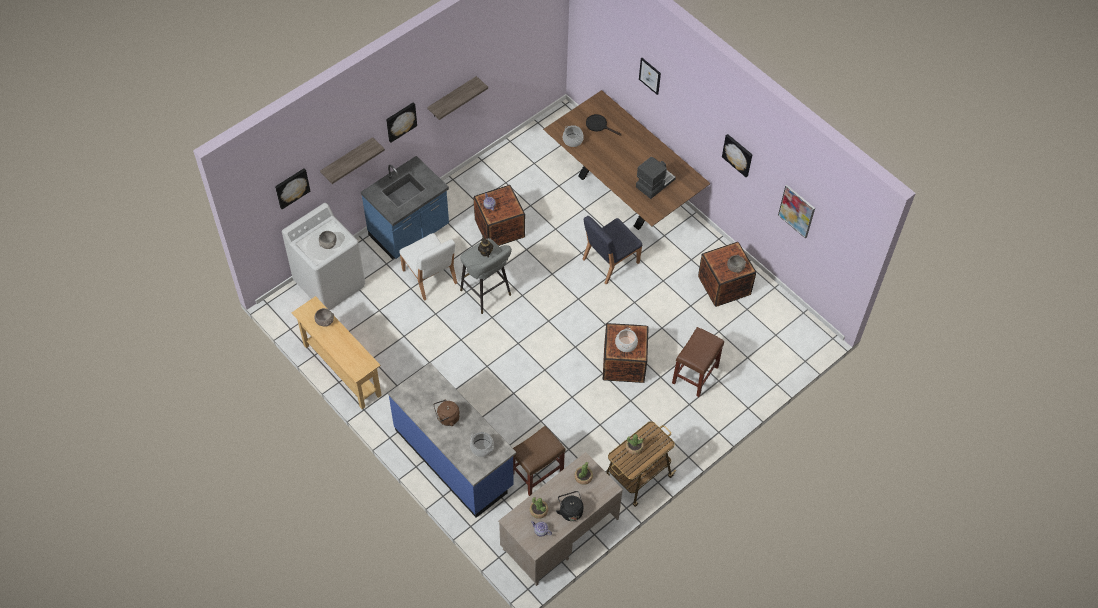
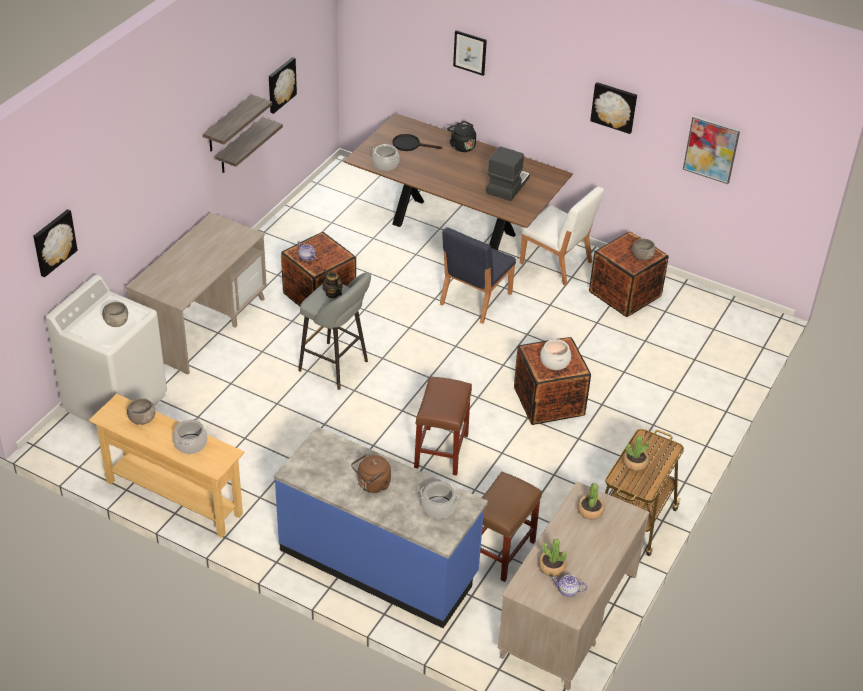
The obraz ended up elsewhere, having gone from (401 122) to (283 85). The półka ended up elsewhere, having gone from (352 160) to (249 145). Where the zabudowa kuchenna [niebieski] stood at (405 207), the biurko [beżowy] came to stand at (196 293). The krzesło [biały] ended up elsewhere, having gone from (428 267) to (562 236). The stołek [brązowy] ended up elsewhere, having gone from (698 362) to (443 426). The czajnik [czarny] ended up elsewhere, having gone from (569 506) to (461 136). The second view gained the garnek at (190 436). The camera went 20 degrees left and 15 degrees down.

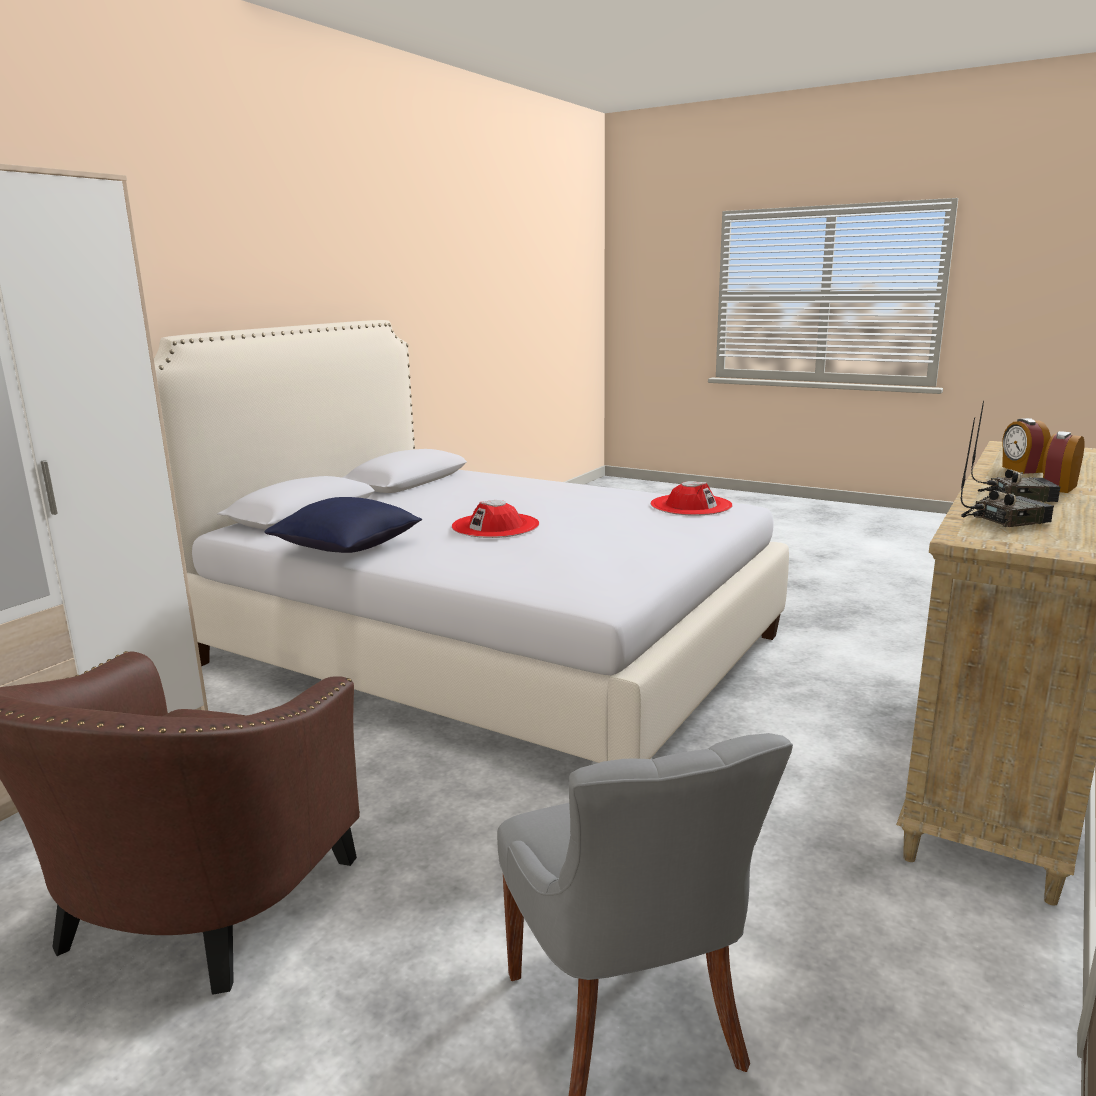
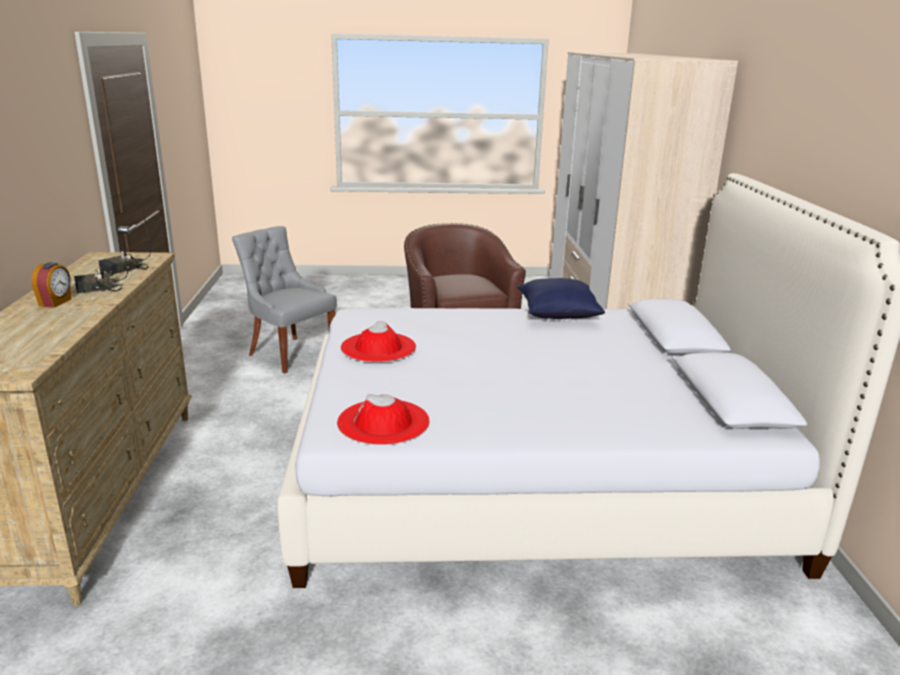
The second view lost the budzik at (1026 446). The kapelusz [czerwony] ended up elsewhere, having gone from (495 519) to (378 341). The camera went 145 degrees right and 5 degrees up.

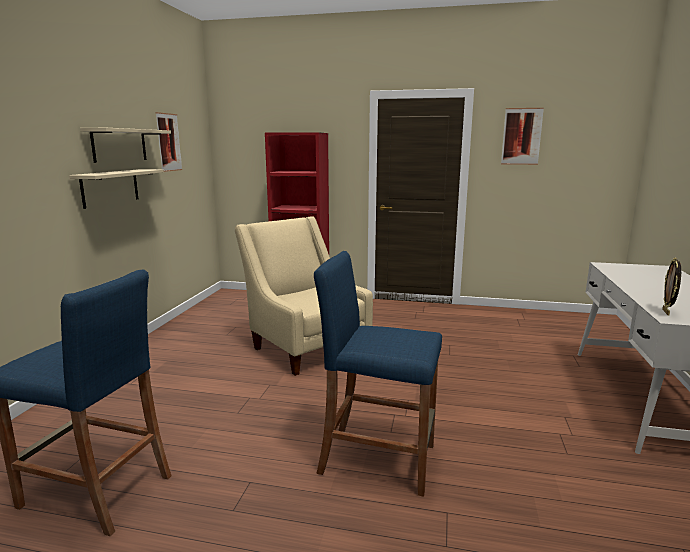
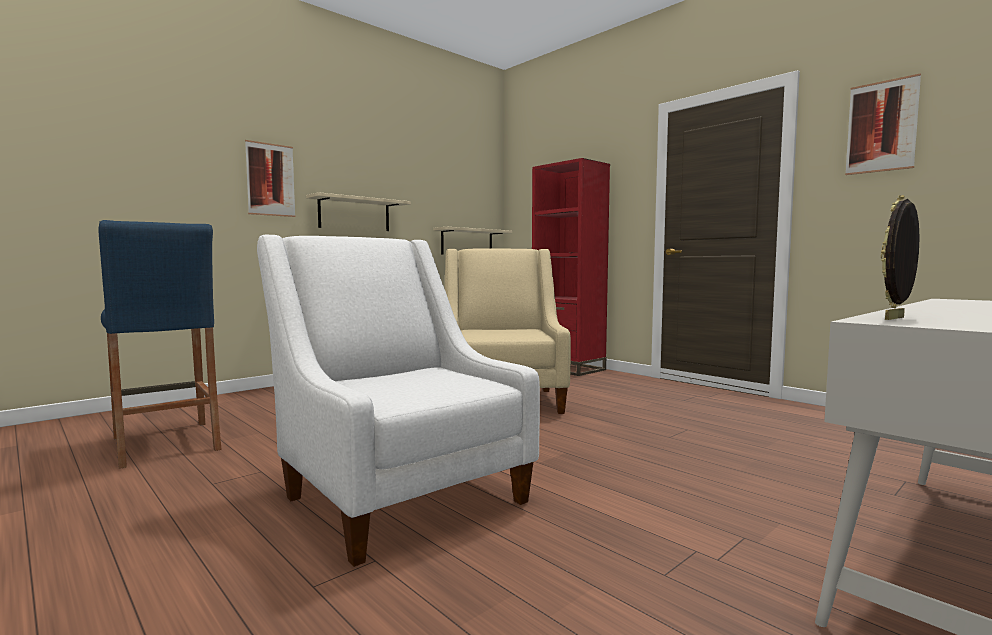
The obraz ended up elsewhere, having gone from (168 142) to (270 178). The półka [beżowy] ended up elsewhere, having gone from (125 145) to (472 241). Where the stołek [niebieski] stood at (378 374), the fotel [biały] came to stand at (398 401). The camera went 35 degrees right and 10 degrees down.

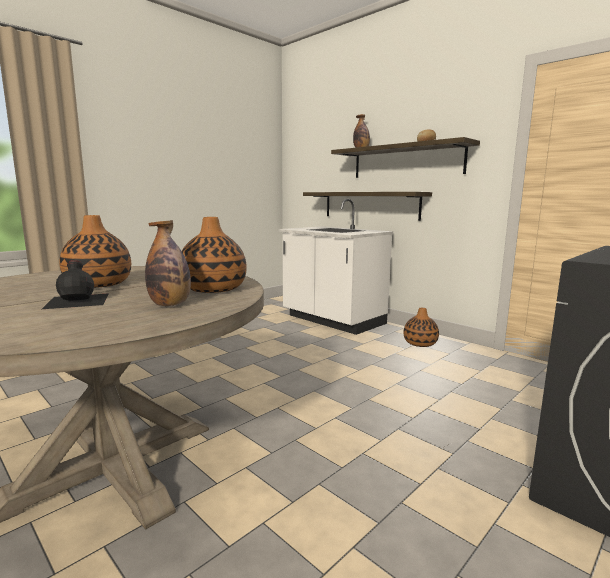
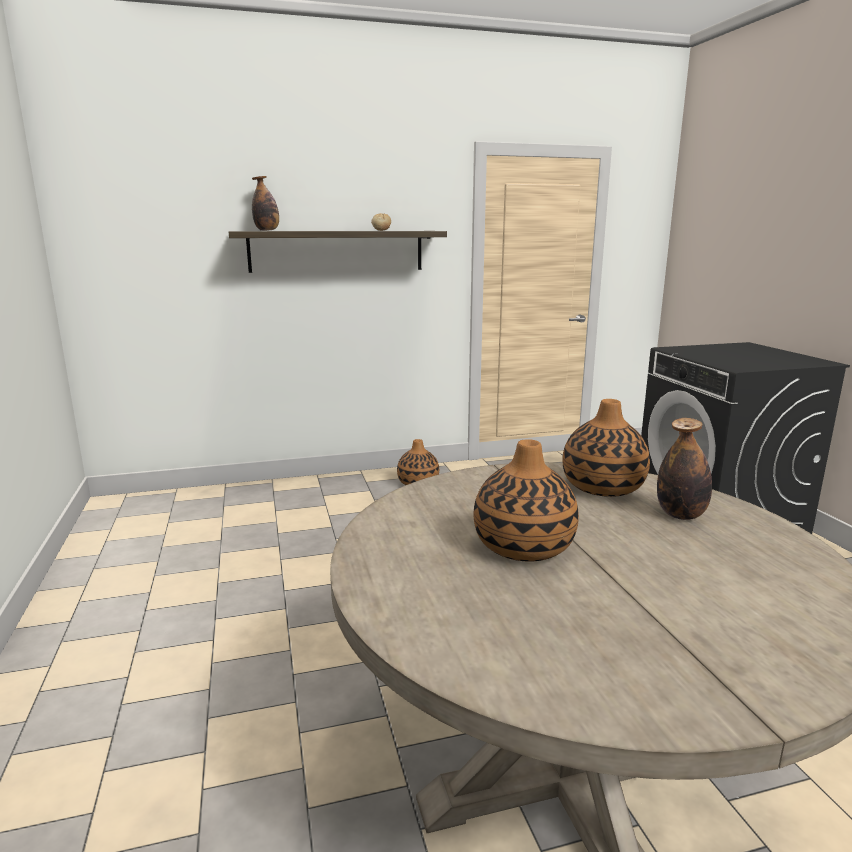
The second view lost the półka at (367 206). The second view lost the zabudowa kuchenna [biały] at (336 267). The second view lost the butelka [czarny] at (75 284). The camera went 60 degrees left and 5 degrees up.

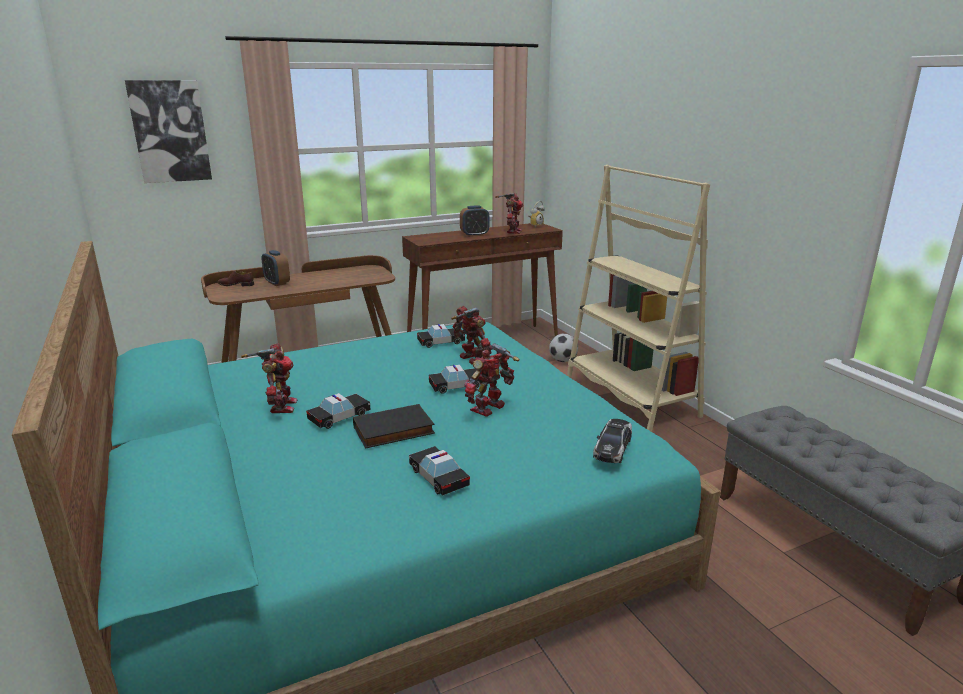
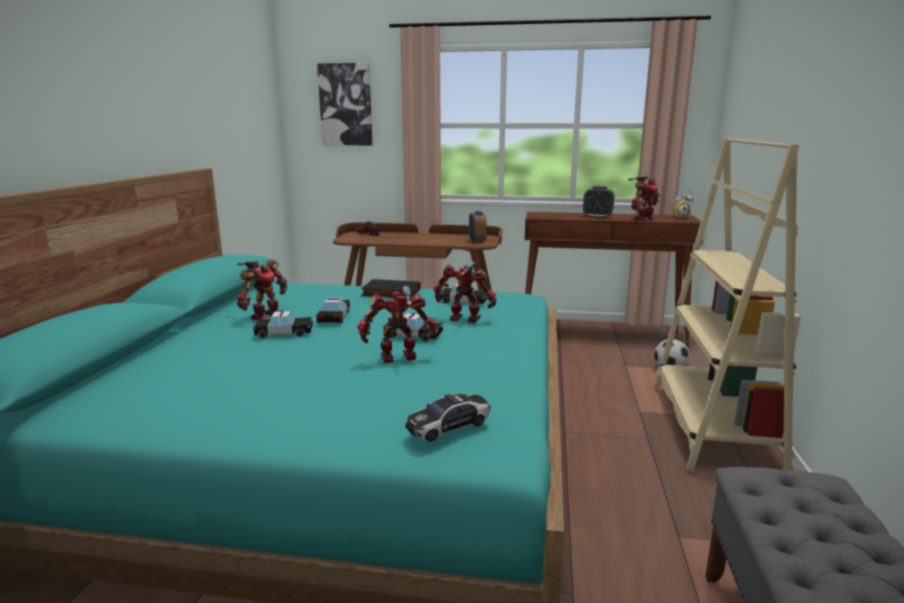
The budzik ended up elsewhere, having gone from (276 268) to (478 227). The robot zabawkowy at (471 335) ended up facing another way, 75 degrees counterclockwise from before. The książka [czarny] ended up elsewhere, having gone from (394 426) to (391 288). The samochodzik ended up elsewhere, having gone from (439 470) to (333 310). The camera went 35 degrees right and 5 degrees down.

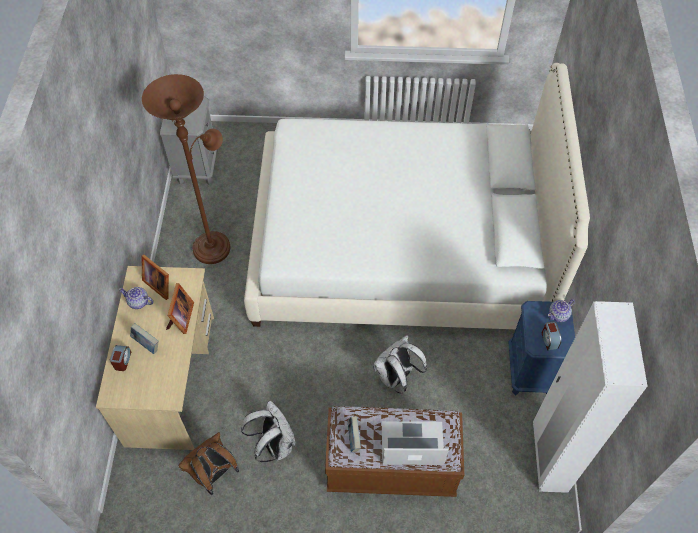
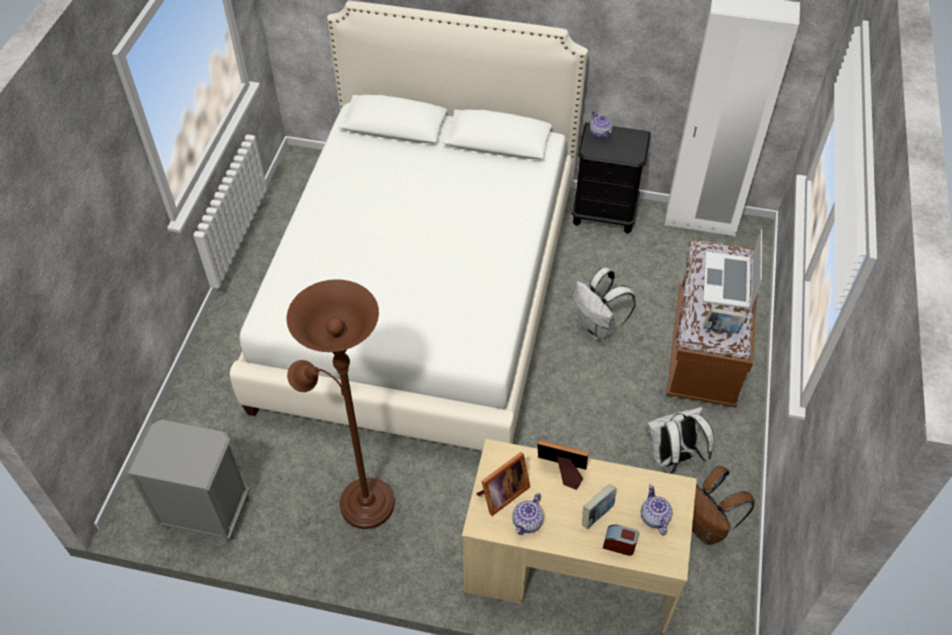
What was the szafka nocna [niebieski] at (542 348) turned into the szafka nocna [czarny] at (611 178). The second view lost the budzik at (551 335). The second view gained the imbryk at (657 510). The camera went 80 degrees left and 5 degrees down.

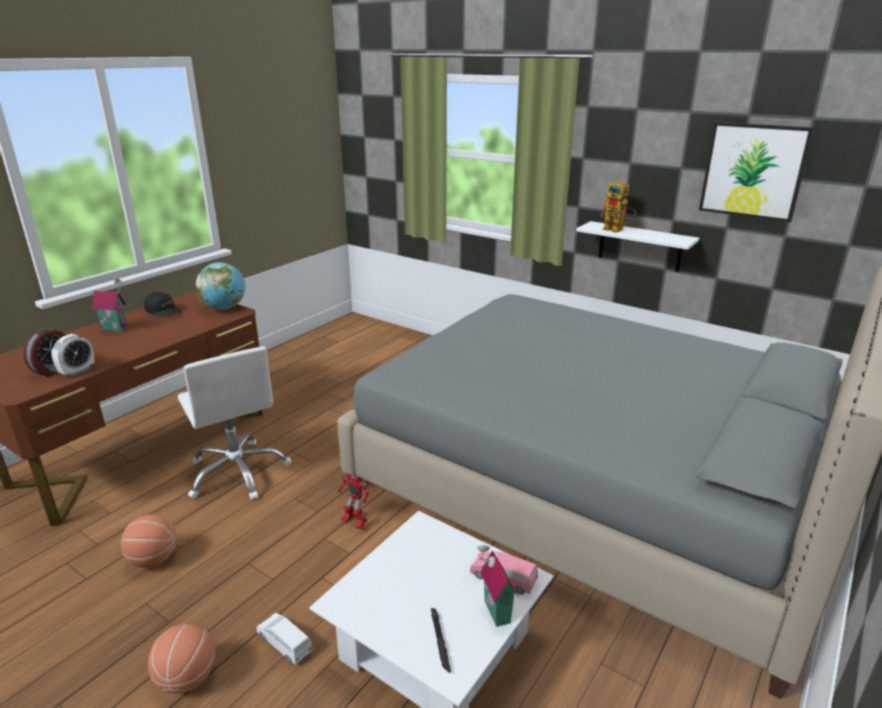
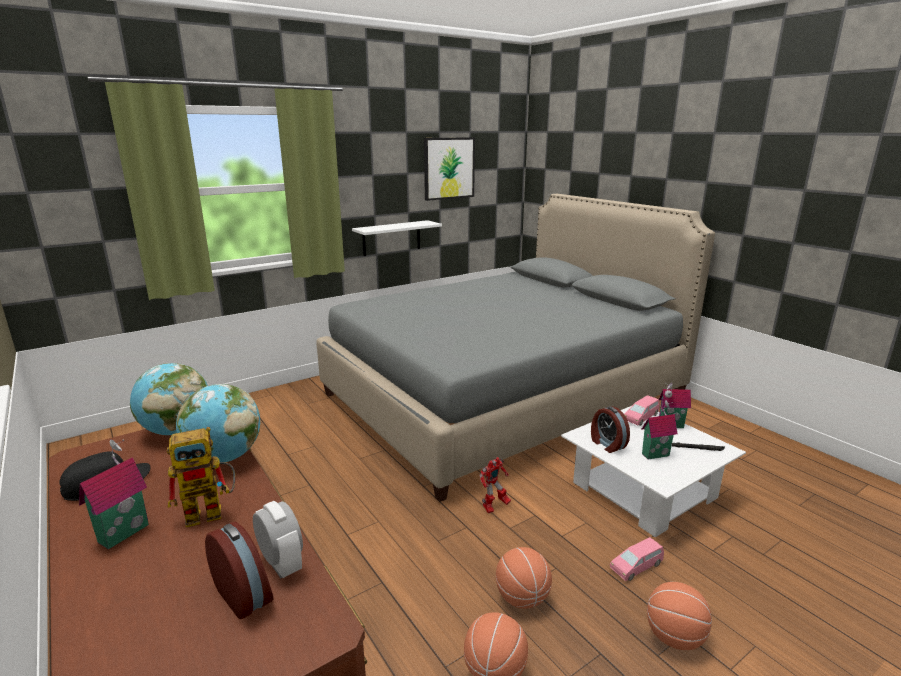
The robot zabawkowy ended up elsewhere, having gone from (618 207) to (201 477). The second view lost the krzesło biurowe [biały] at (234 423). What was the samochodzik [biały] at (284 639) turned into the samochodzik [różowy] at (637 559). The second view gained the globus at (218 423). The second view gained the domek at (659 429). The second view gained the budzik at (610 429). The second view gained the piłka do koszykówki at (524 578). The camera went 70 degrees left and 5 degrees down.

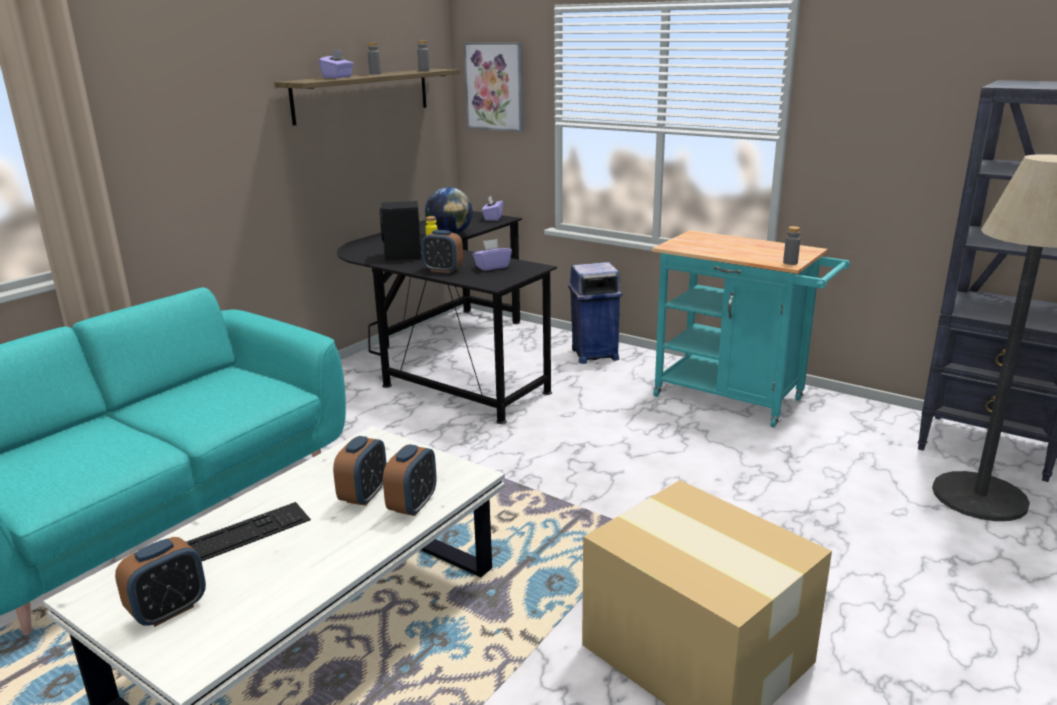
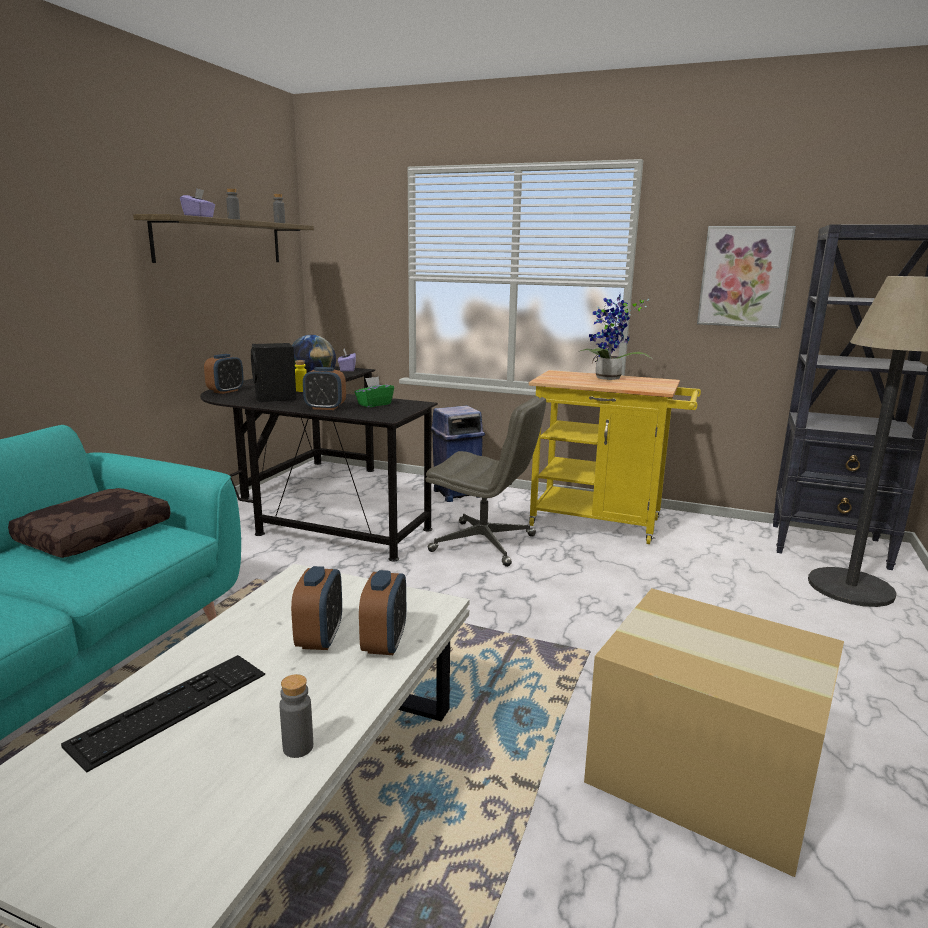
The obraz ended up elsewhere, having gone from (494 87) to (746 277). The butelka [szary] ended up elsewhere, having gone from (791 245) to (296 716). What was the wózek [turkusowy] at (751 329) turned into the wózek [żółty] at (614 457). What was the pudełko chusteczek [fioletowy] at (492 255) turned into the pudełko chusteczek [zielony] at (374 391). The budzik ended up elsewhere, having gone from (160 582) to (224 374). The second view gained the roślina doniczkowa at (615 337). The second view gained the krzesło biurowe [szary] at (485 481). The second view gained the poduszka [brązowy] at (89 523). The camera went 15 degrees left and 5 degrees down.

